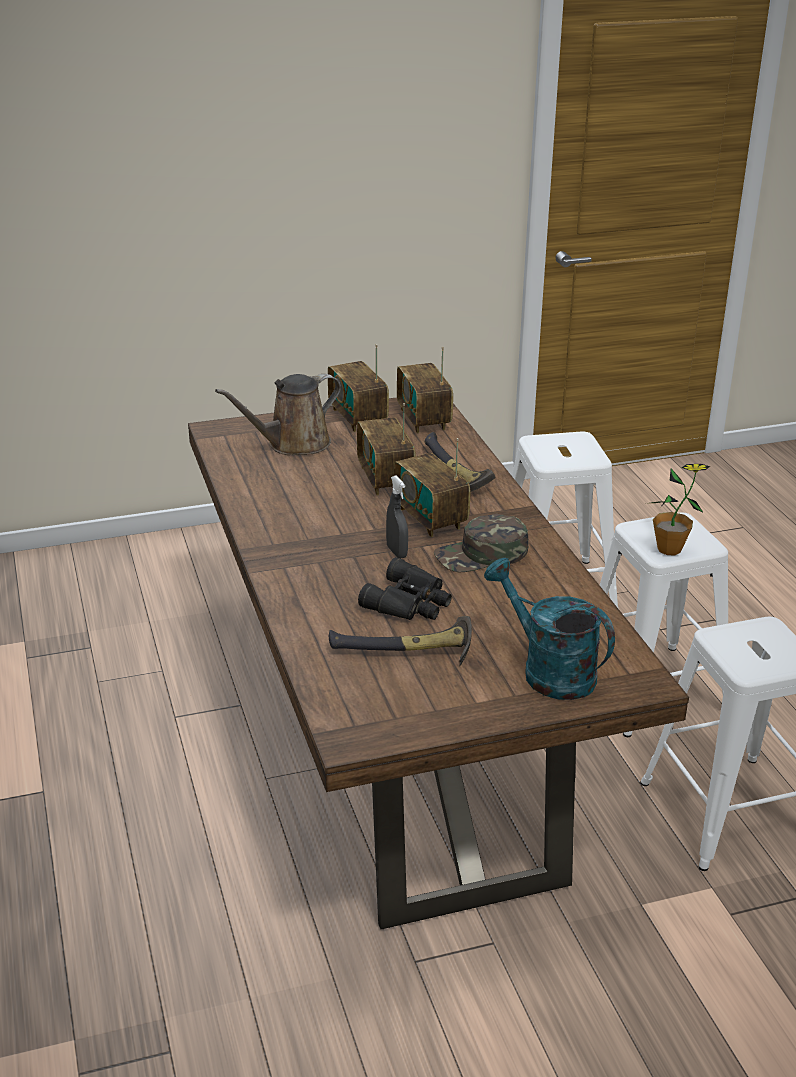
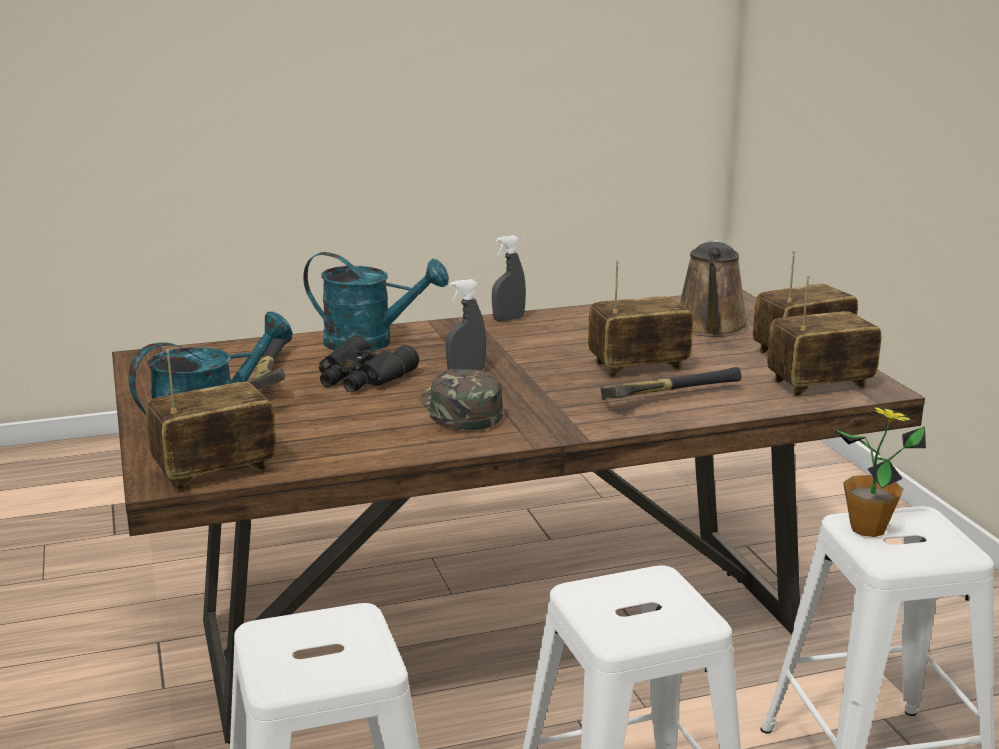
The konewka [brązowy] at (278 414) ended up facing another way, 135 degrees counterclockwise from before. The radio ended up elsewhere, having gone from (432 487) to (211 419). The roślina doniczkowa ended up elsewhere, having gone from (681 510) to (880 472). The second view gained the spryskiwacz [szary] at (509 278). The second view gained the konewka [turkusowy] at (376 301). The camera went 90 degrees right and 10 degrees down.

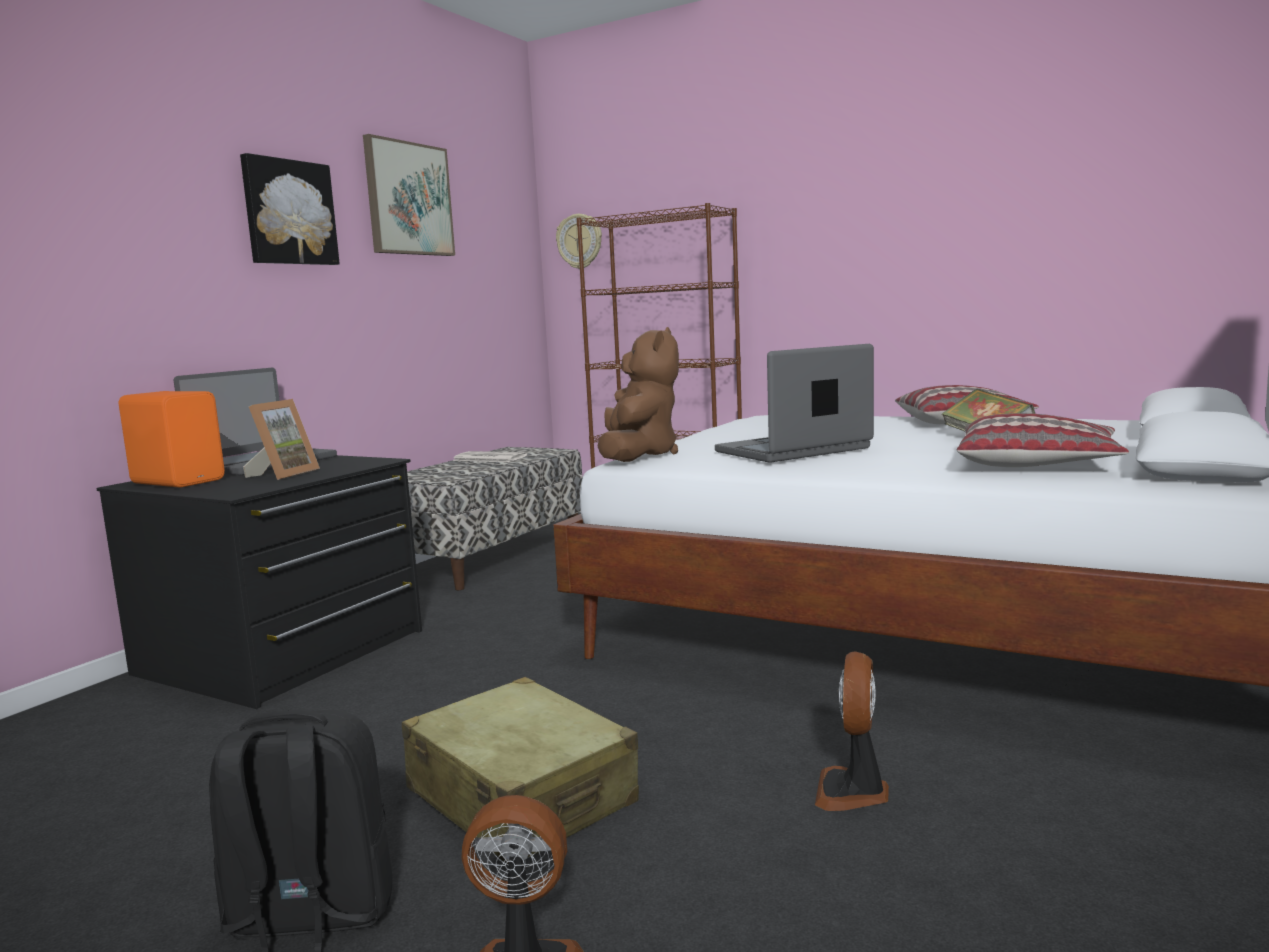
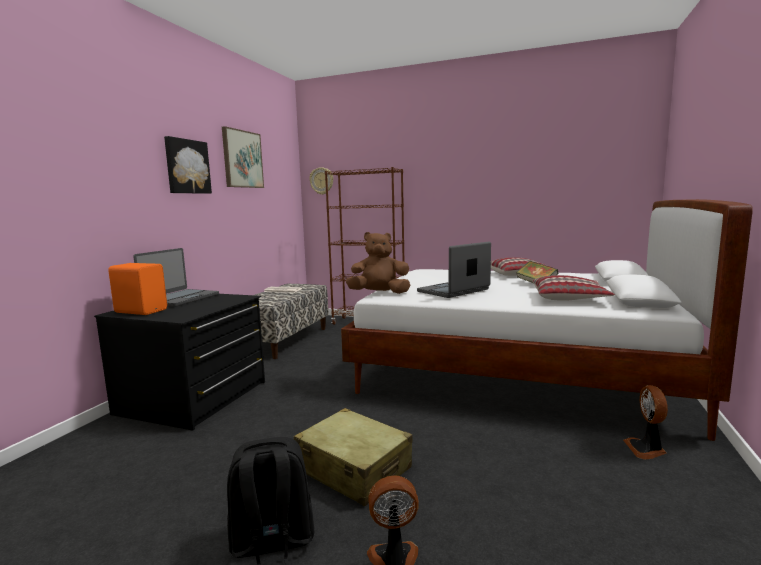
The pluszak [brązowy] at (638 394) ended up facing another way, 90 degrees counterclockwise from before. The second view lost the ramka na zdjęcie at (281 439). The wentylator ended up elsewhere, having gone from (852 731) to (645 422). The camera went 10 degrees left and 0 degrees up.

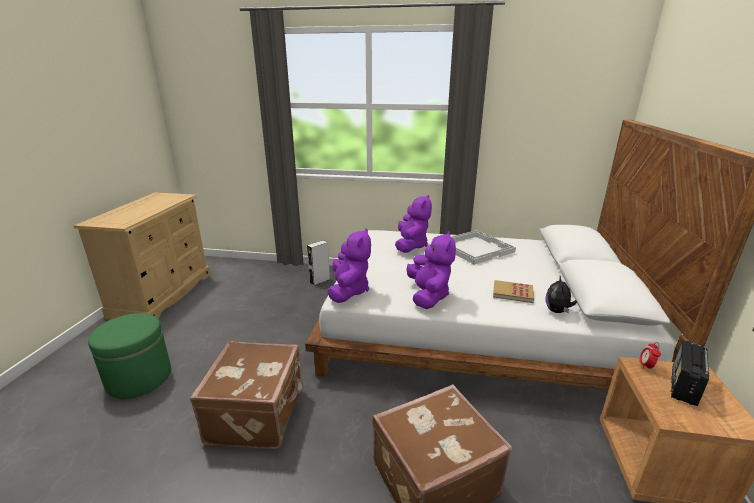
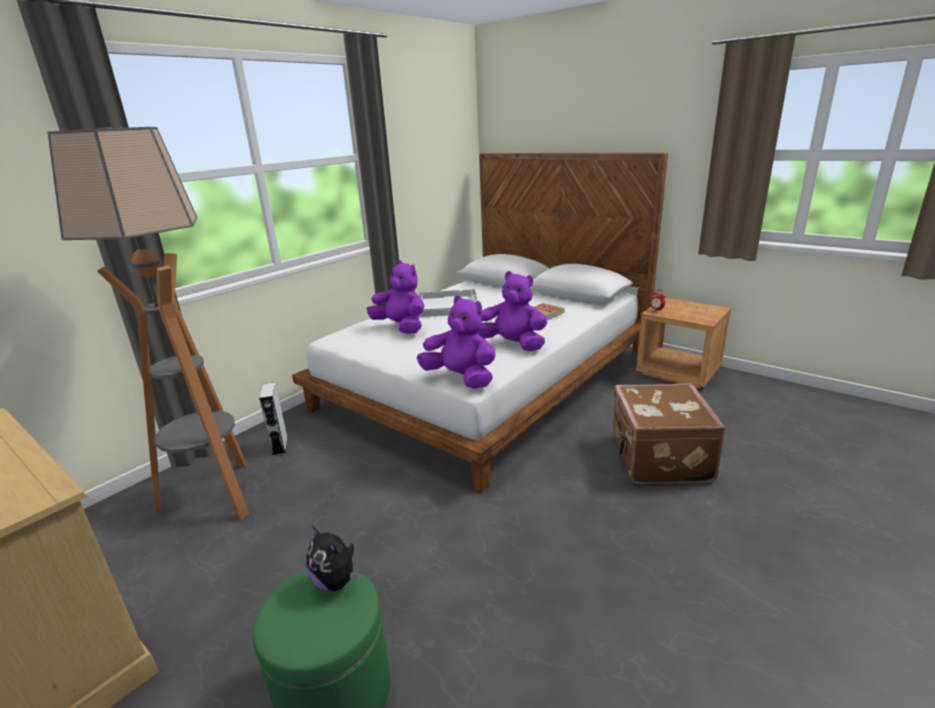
The pluszak ended up elsewhere, having gone from (561 294) to (333 559). The second view lost the radio at (690 373). The second view lost the walizka [brązowy] at (247 395). The second view gained the lampa stojąca at (148 323). The camera went 60 degrees left and 0 degrees up.

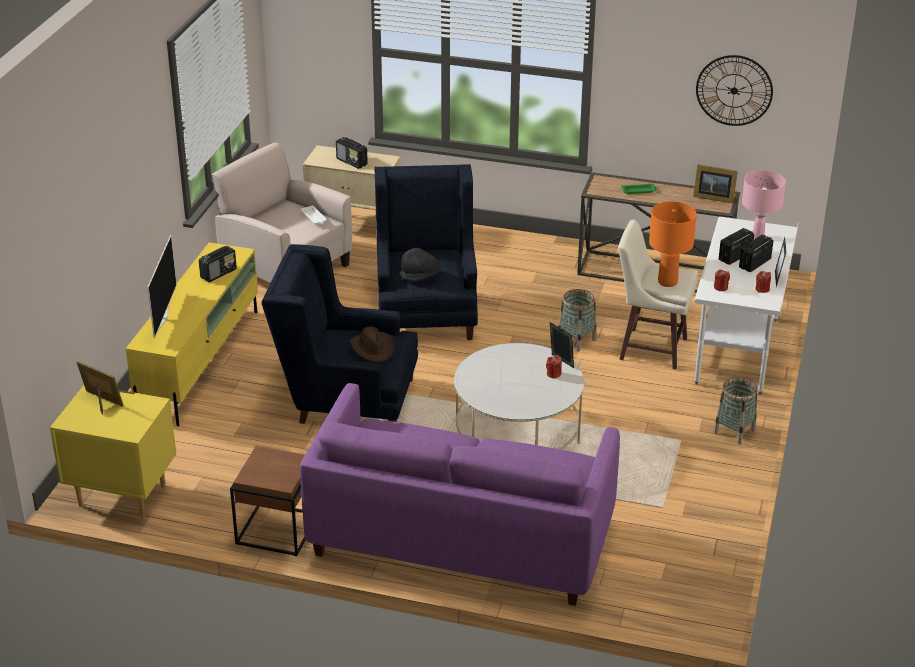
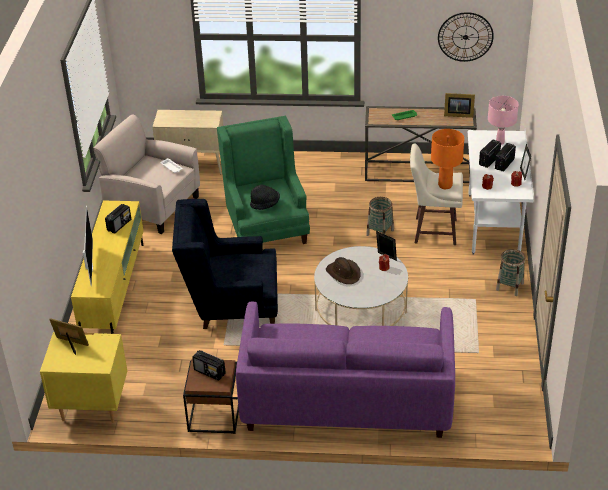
The radio ended up elsewhere, having gone from (352 153) to (209 365). What was the fotel [niebieski] at (426 252) turned into the fotel [zielony] at (263 179). The kapelusz [brązowy] ended up elsewhere, having gone from (372 344) to (343 270). The camera went 10 degrees left and 5 degrees up.

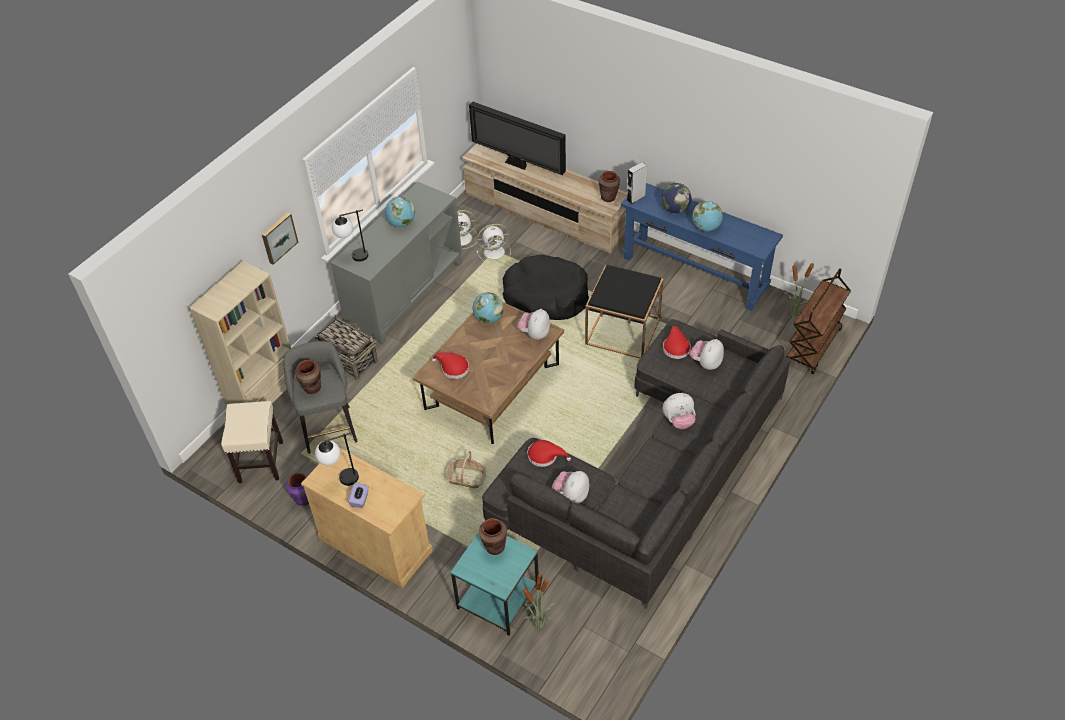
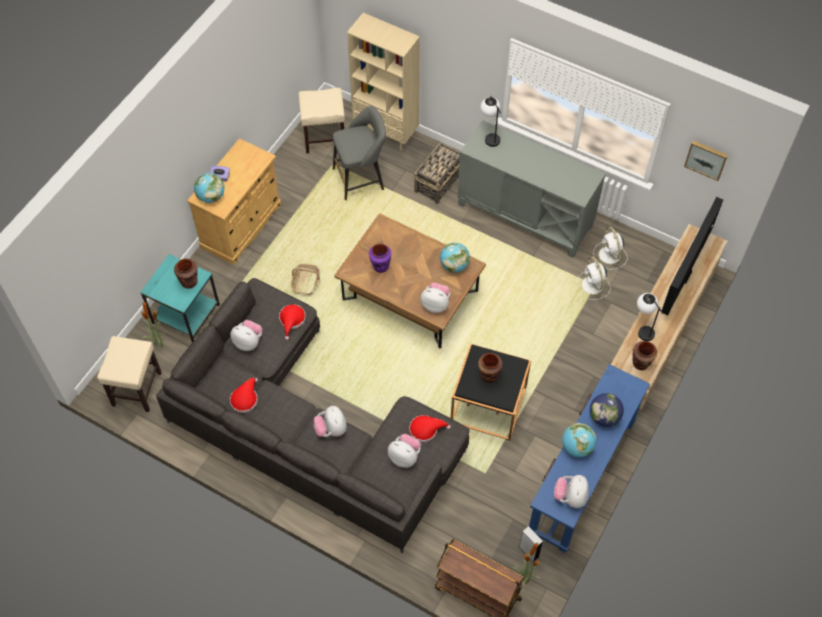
The głośnik [szary] ended up elsewhere, having gone from (636 183) to (531 544). The globus ended up elsewhere, having gone from (400 212) to (209 188). The obraz ended up elsewhere, having gone from (280 238) to (706 160). The second view lost the legowisko [czarny] at (546 287). The kapelusz [czerwony] ended up elsewhere, having gone from (450 365) to (244 395). The wazon [brązowy] ended up elsewhere, having gone from (308 377) to (490 368). The lampa stołowa ended up elsewhere, having gone from (337 459) to (650 317). The wazon [fioletowy] ended up elsewhere, having gone from (297 489) to (380 258). The second view gained the stołek [beżowy] at (129 374). The second view gained the pluszak at (571 491). The camera went 85 degrees right and 10 degrees up.

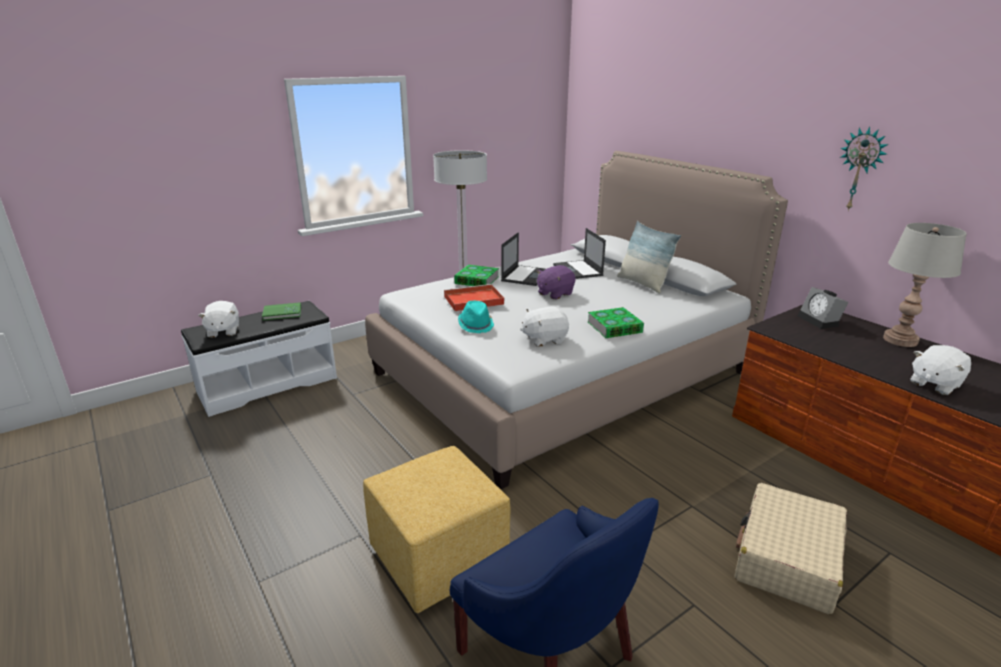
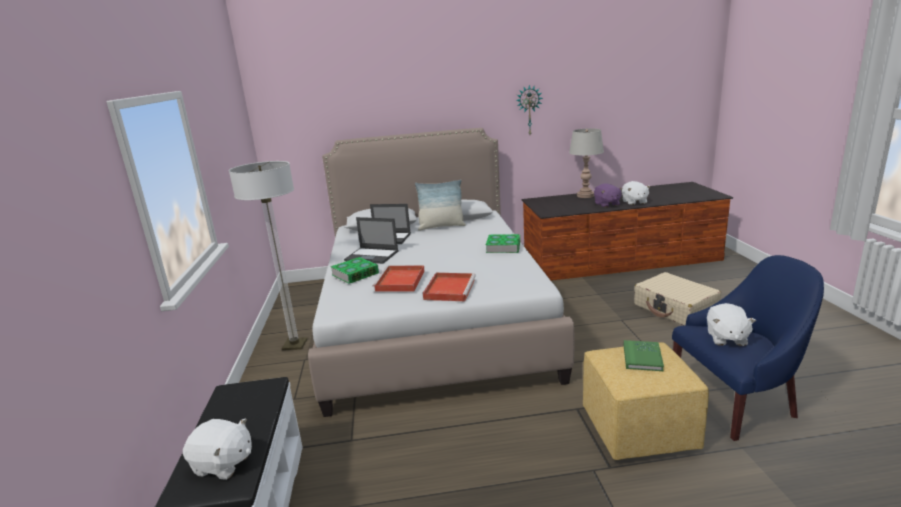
The laptop at (523 259) ended up facing another way, 150 degrees clockwise from before. The pluszak [fioletowy] ended up elsewhere, having gone from (556 282) to (608 195). The second view lost the budzik at (823 308). Where the kapelusz [turkusowy] stood at (476 317), the taca [czerwony] came to stand at (449 287). The książka [zielony] ended up elsewhere, having gone from (281 311) to (644 355). The pluszak [biały] ended up elsewhere, having gone from (544 327) to (731 324). The camera went 60 degrees left and 5 degrees down.

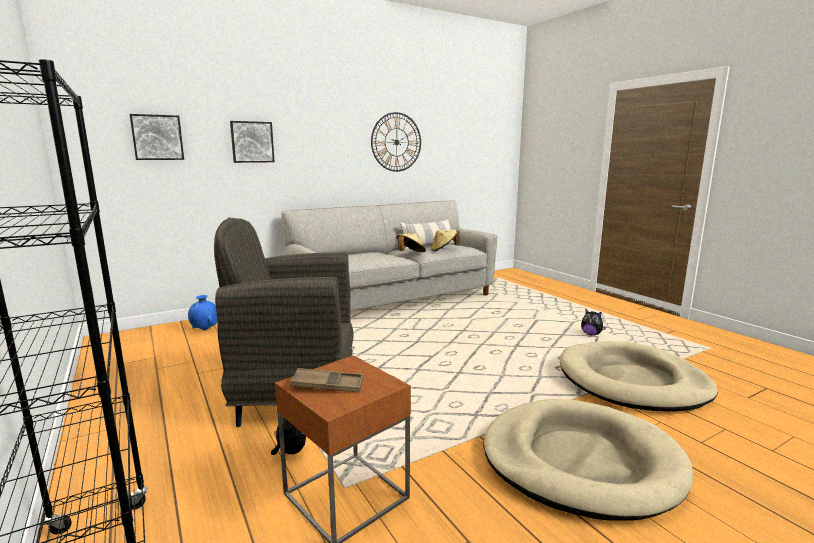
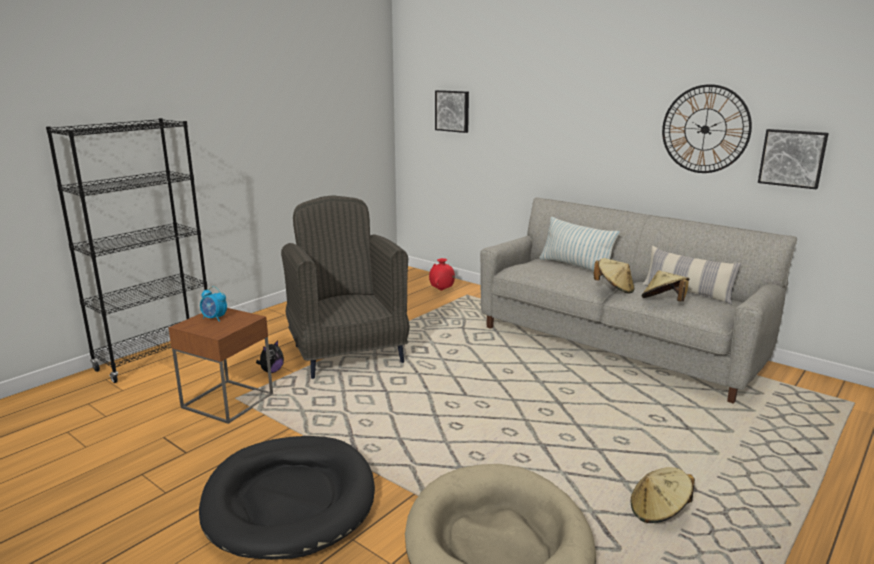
The obraz ended up elsewhere, having gone from (252 142) to (793 159). What was the wazon [niebieski] at (202 312) turned into the wazon [czerwony] at (442 274). Where the pluszak stood at (593 322), the kapelusz [beżowy] came to stand at (663 495). Where the taca [brązowy] stood at (326 380), the budzik came to stand at (213 303). What was the legowisko [beżowy] at (588 460) turned into the legowisko [czarny] at (287 498). The second view gained the poduszka at (579 247). The camera went 70 degrees right and 5 degrees up.

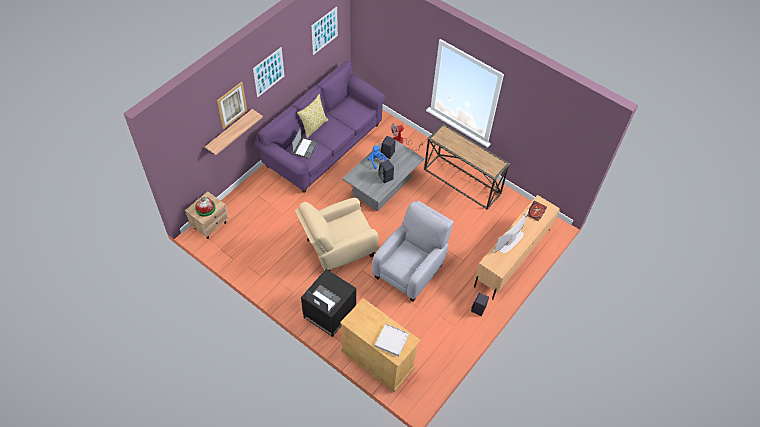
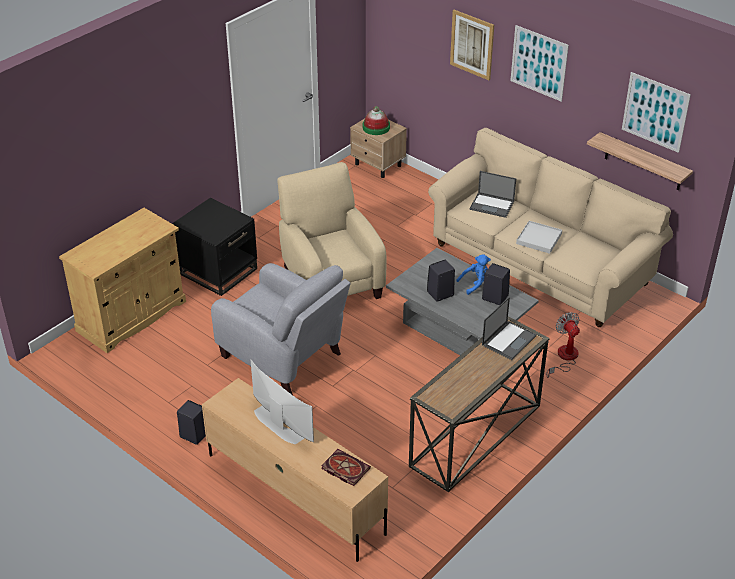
What was the kanapa [fioletowy] at (320 126) turned into the kanapa [beżowy] at (550 227). The second view lost the poduszka at (312 116). The półka ended up elsewhere, having gone from (234 132) to (640 161). The laptop ended up elsewhere, having gone from (323 299) to (509 328). The taca [biały] ended up elsewhere, having gone from (392 340) to (539 237). The camera went 95 degrees right and 15 degrees down.

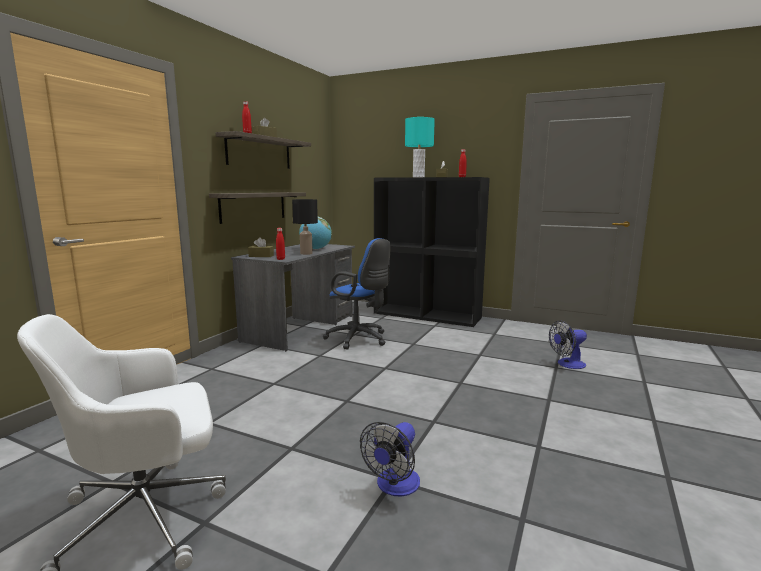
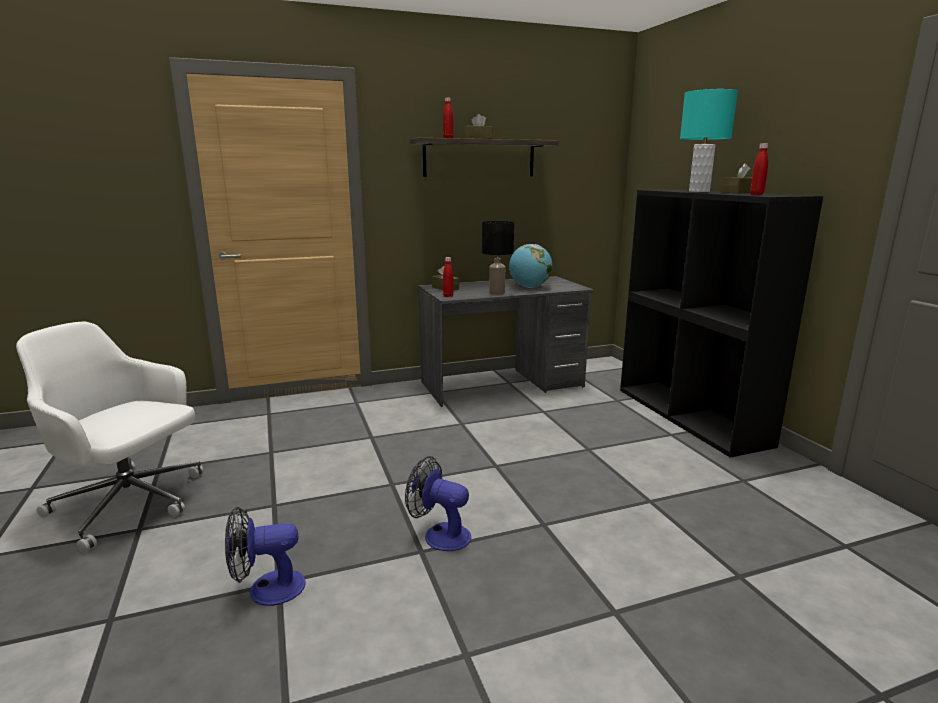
The second view lost the półka at (257 208). The second view lost the krzesło biurowe [niebieski] at (357 294). The wentylator ended up elsewhere, having gone from (568 344) to (438 503). The camera went 45 degrees right and 5 degrees up.

